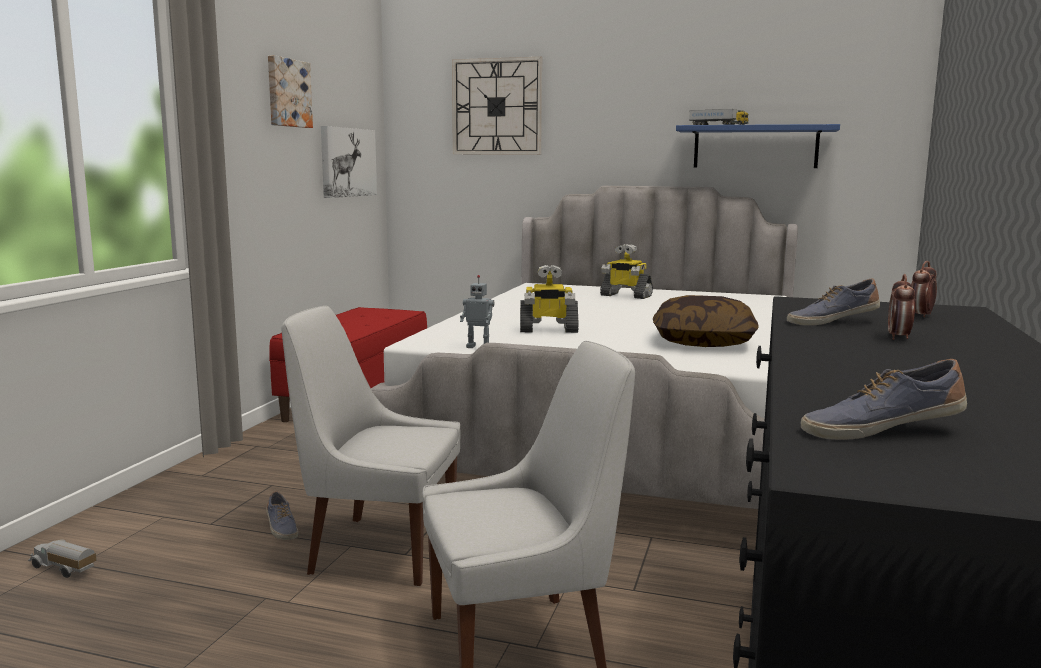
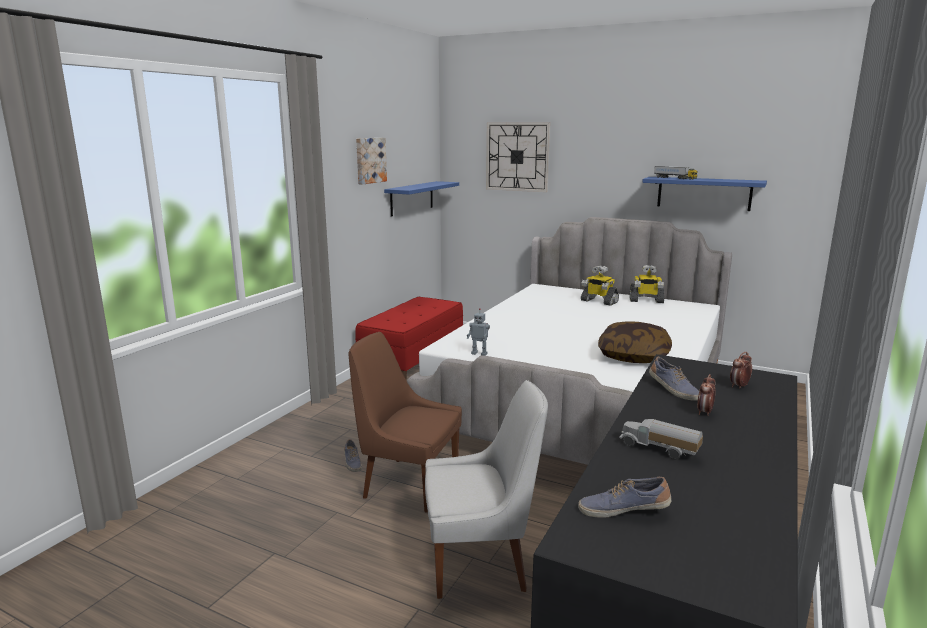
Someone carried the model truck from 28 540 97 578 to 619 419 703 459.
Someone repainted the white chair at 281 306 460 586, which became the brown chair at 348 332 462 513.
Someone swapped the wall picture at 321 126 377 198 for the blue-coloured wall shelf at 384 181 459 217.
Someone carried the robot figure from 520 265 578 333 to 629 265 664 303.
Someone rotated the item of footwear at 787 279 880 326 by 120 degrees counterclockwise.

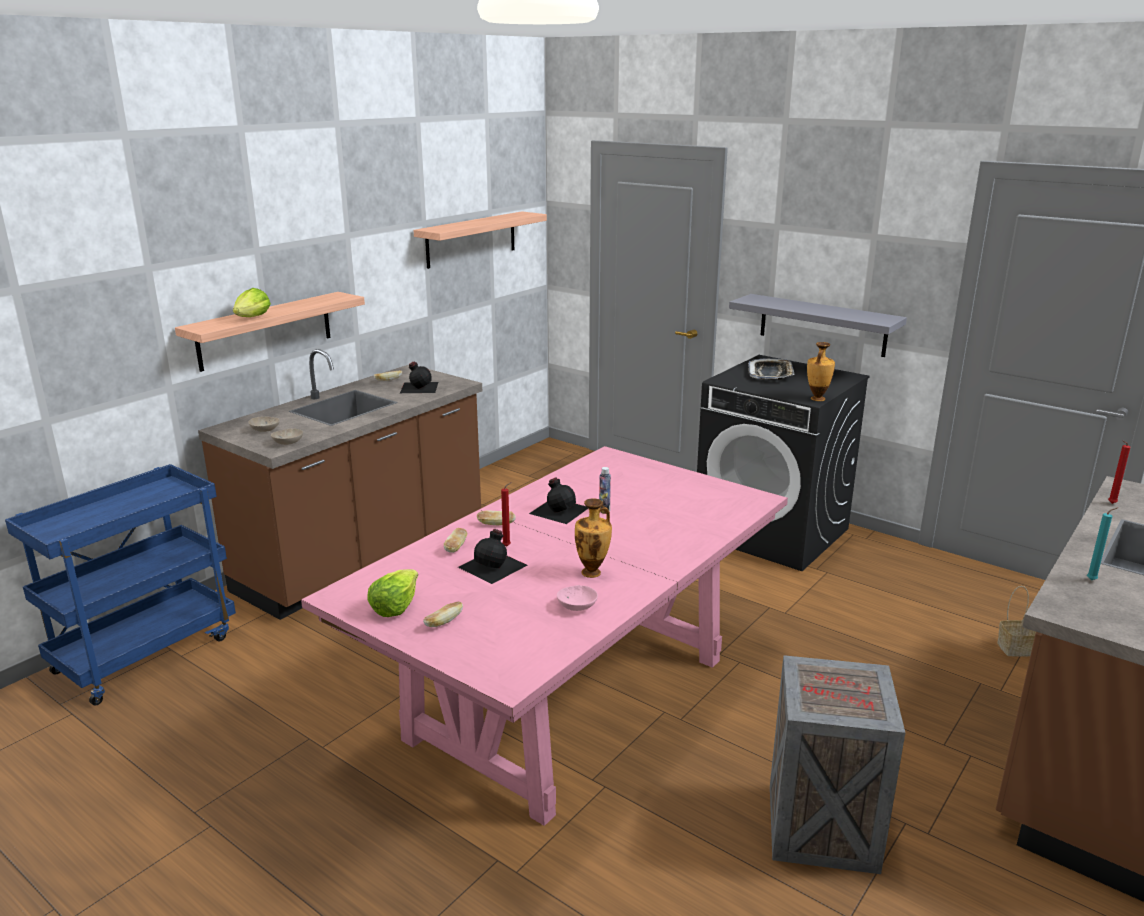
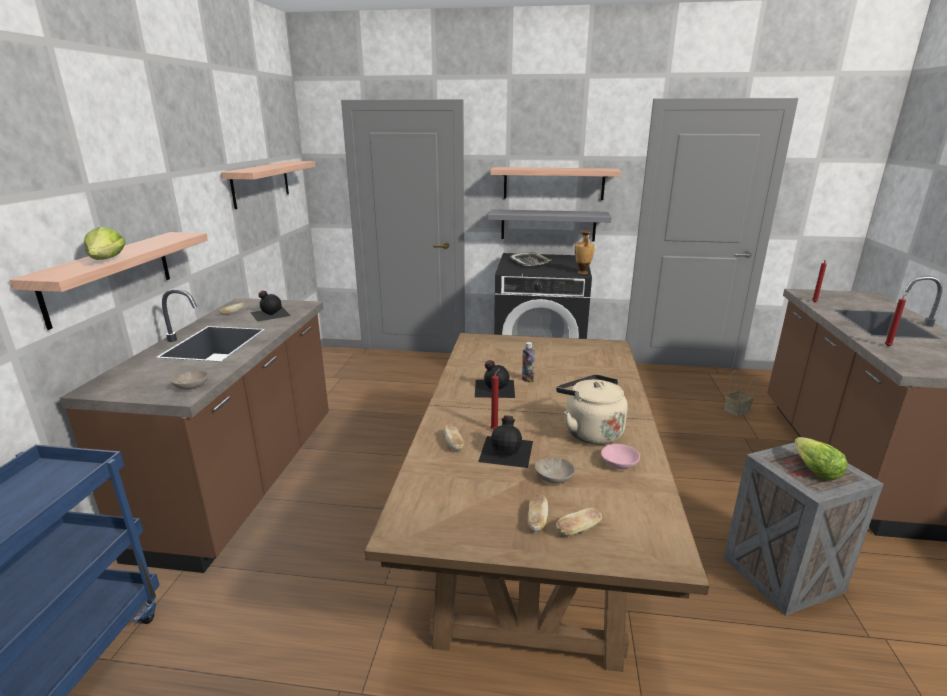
Someone carried the beige-coloured deep dish from 248 416 280 432 to 535 457 575 484.
Someone repainted the pink kitchen table at 301 446 788 826, which became the brown kitchen table at 365 333 709 672.
Someone carried the head of lettuce from 367 569 418 617 to 794 437 847 480.
Someone carried the bakery bread from 477 511 516 525 to 556 508 602 536.
Someone swapped the vase at 575 498 612 578 for the beige-coloured kettle at 556 374 628 445.
Someone repainted the turquoise wax light at 1087 507 1118 580, which became the red wax light at 885 293 908 346.
Someone put up the wall shelf at 490 167 621 200.

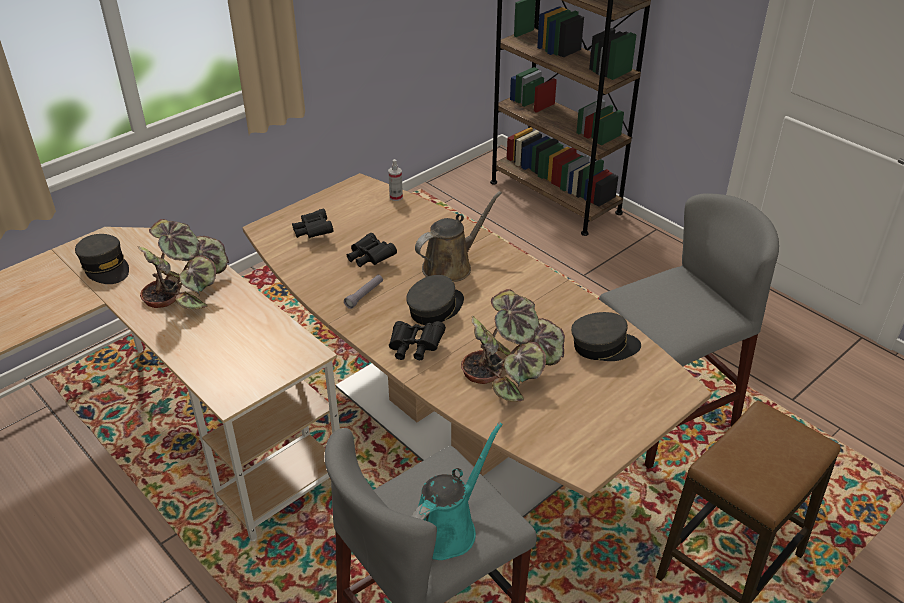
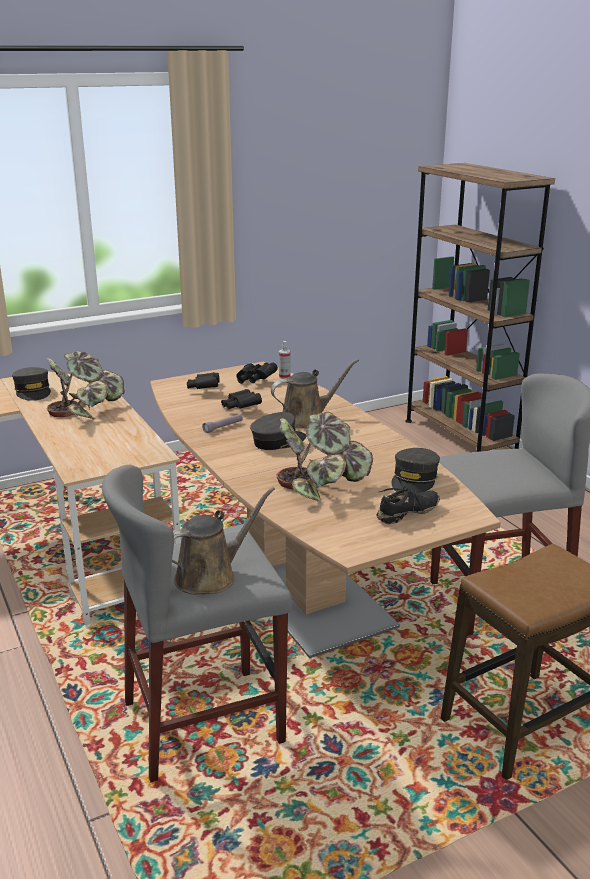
Someone carried the black binoculars from 389 321 446 360 to 236 363 278 384.
Someone repainted the turquoise watering can at 411 422 503 560, which became the brown watering can at 172 487 275 595.
Someone rotated the greyish cap at 571 312 641 361 by 105 degrees clockwise.
Someone put down the black item of footwear at 376 478 440 524.

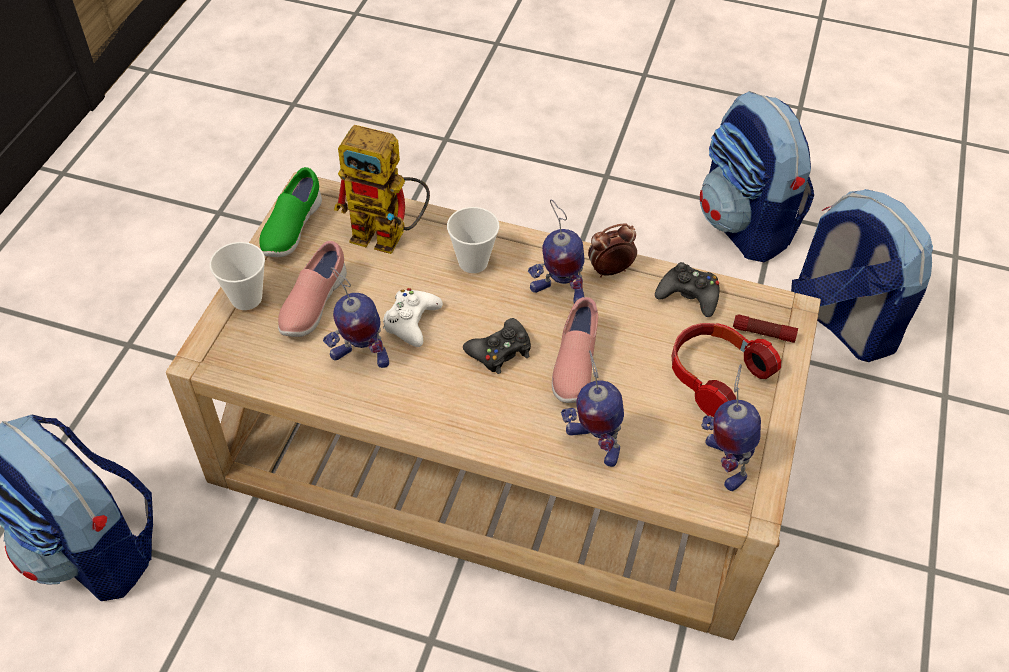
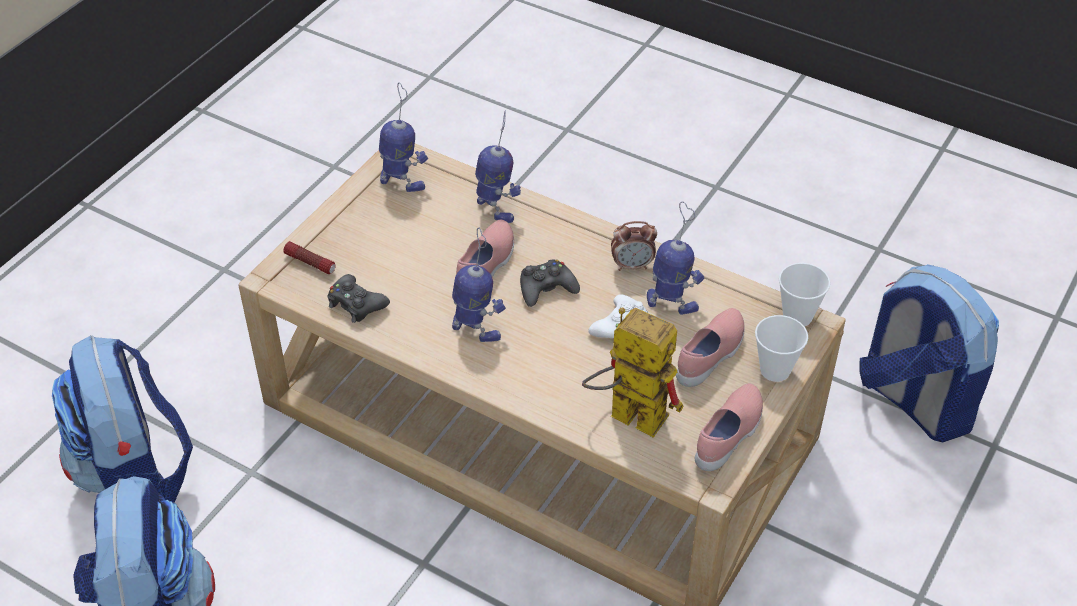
Someone repainted the green item of footwear at 259 167 322 257, which became the pink item of footwear at 695 384 763 471.
Someone carried the drinking cup from 447 207 499 273 to 779 263 830 327.
Someone carried the bedside clock from 588 224 637 278 to 611 221 657 271.
Someone took away the headphones at 672 323 781 417.
Someone rotated the robot figure at 701 364 761 491 by 60 degrees counterclockwise.

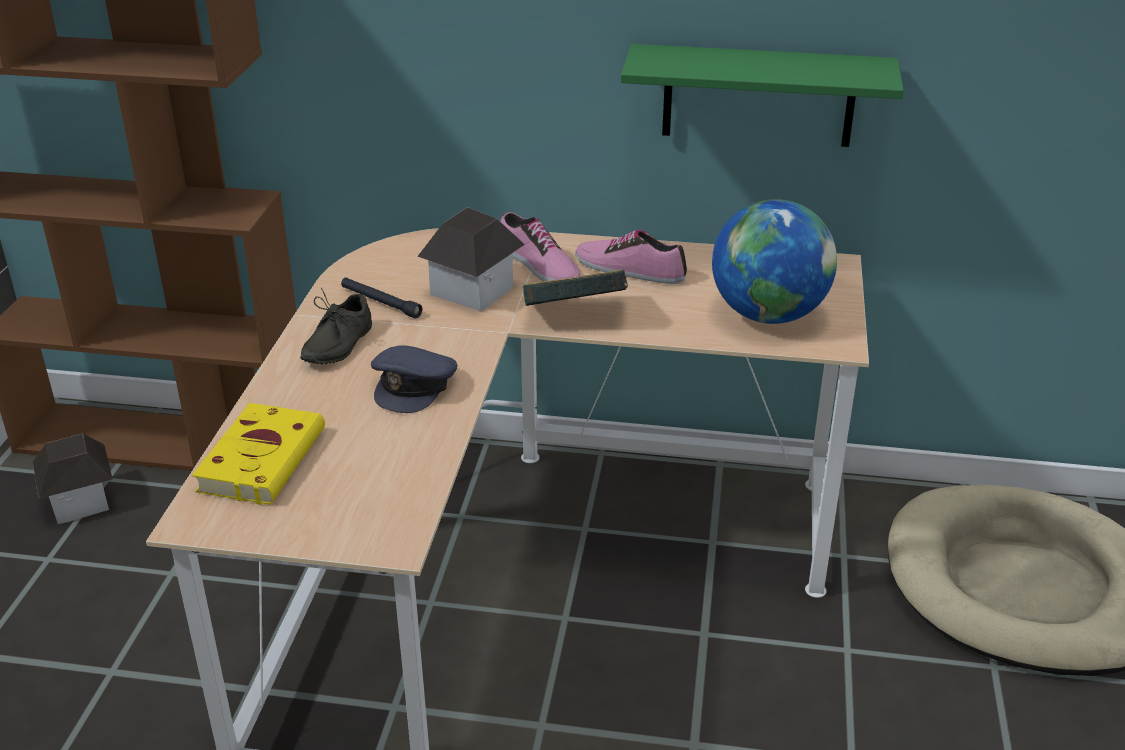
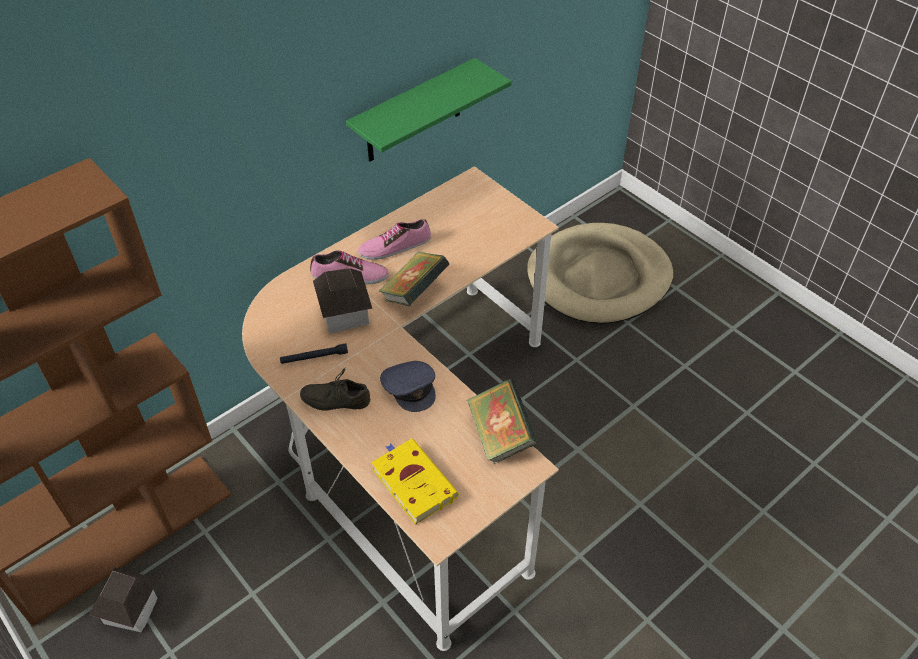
Someone rotated the greyish item of footwear at 300 287 372 364 by 120 degrees clockwise.
Someone took away the globe at 712 199 837 324.
Someone put down the book at 467 379 538 464.

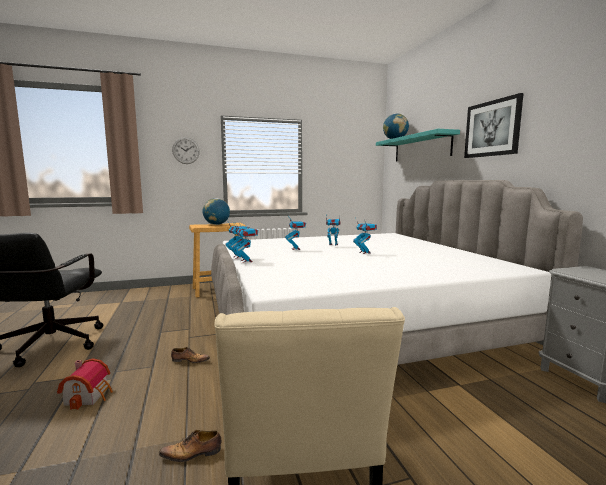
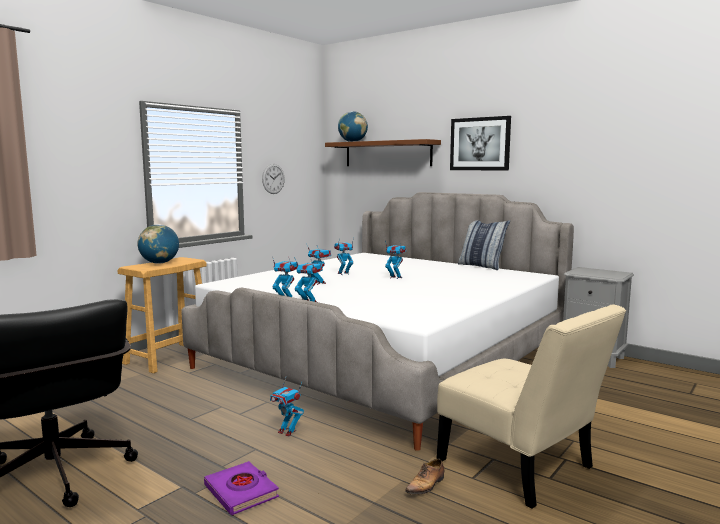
Someone swapped the toy house at 57 358 113 410 for the purple-coloured book at 204 461 279 515.
Someone swapped the item of footwear at 171 347 210 363 for the robot figure at 270 378 304 437.
Someone carried the wall clock from 172 137 200 164 to 262 164 285 194.
Someone repainted the turquoise wall shelf at 376 129 460 162, which became the brown wall shelf at 325 139 441 166.
Someone put down the cushion at 458 220 510 270.

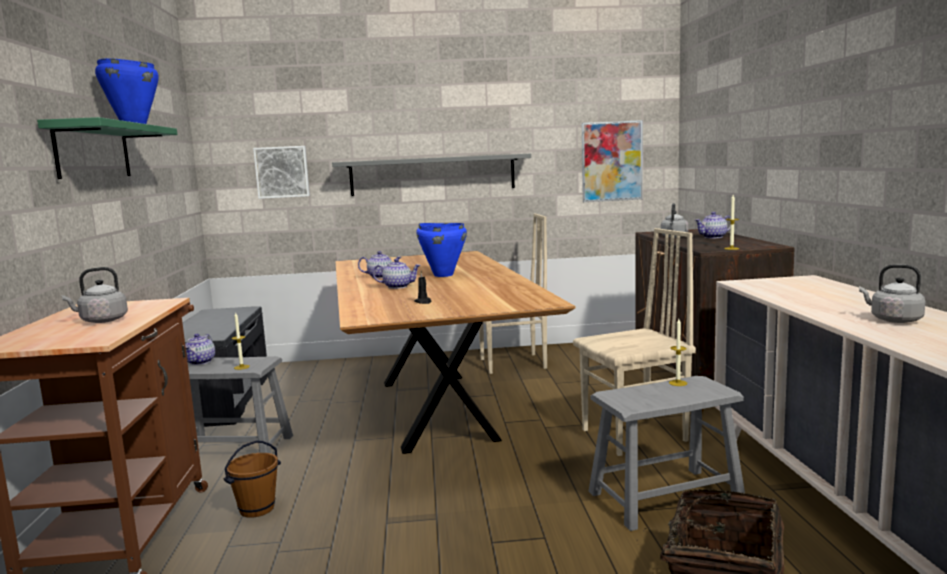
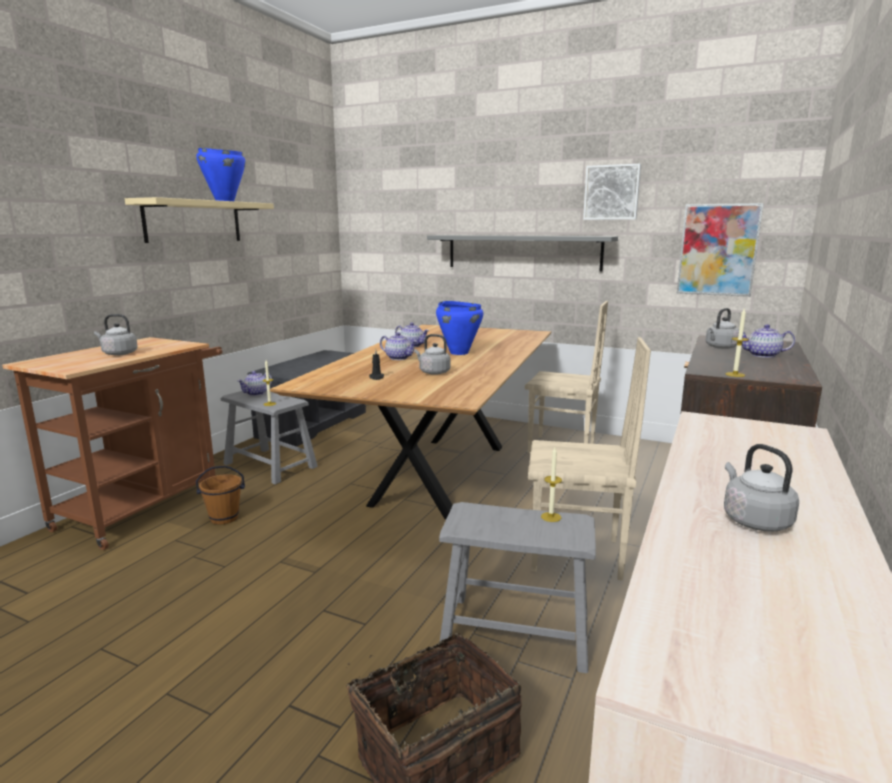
Someone repainted the green wall shelf at 37 117 177 179, which became the beige-coloured wall shelf at 125 197 274 243.
Someone carried the wall picture from 253 146 310 199 to 583 164 641 220.
Someone put down the greyish kettle at 414 334 450 375.

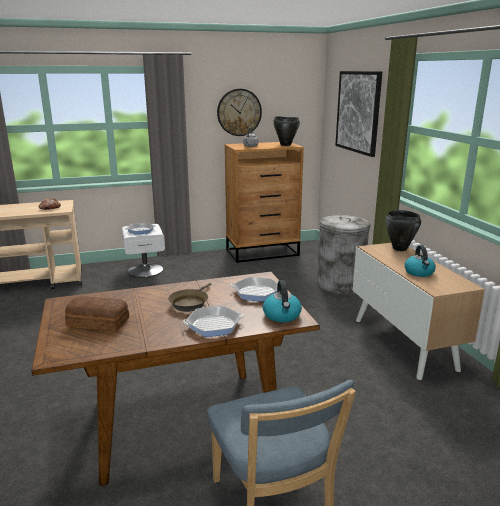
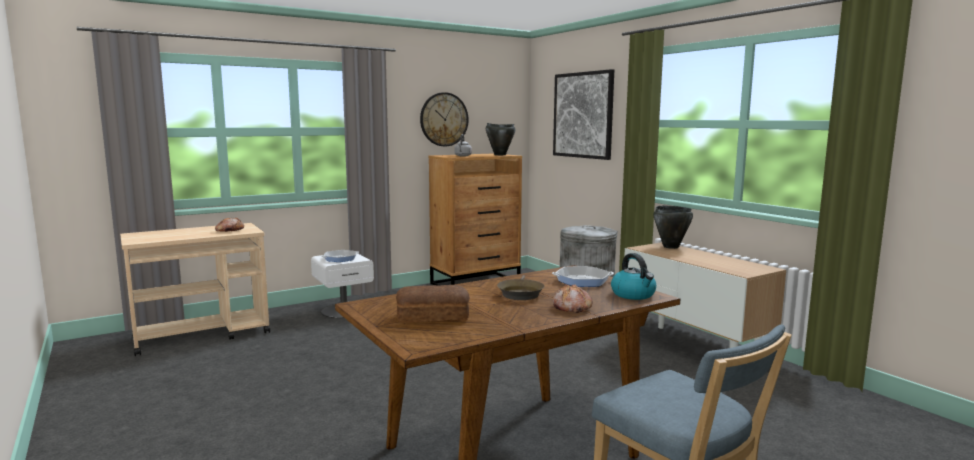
Someone swapped the skillet at 183 306 244 337 for the bakery bread at 553 284 593 313.
Someone took away the kettle at 404 245 436 277.

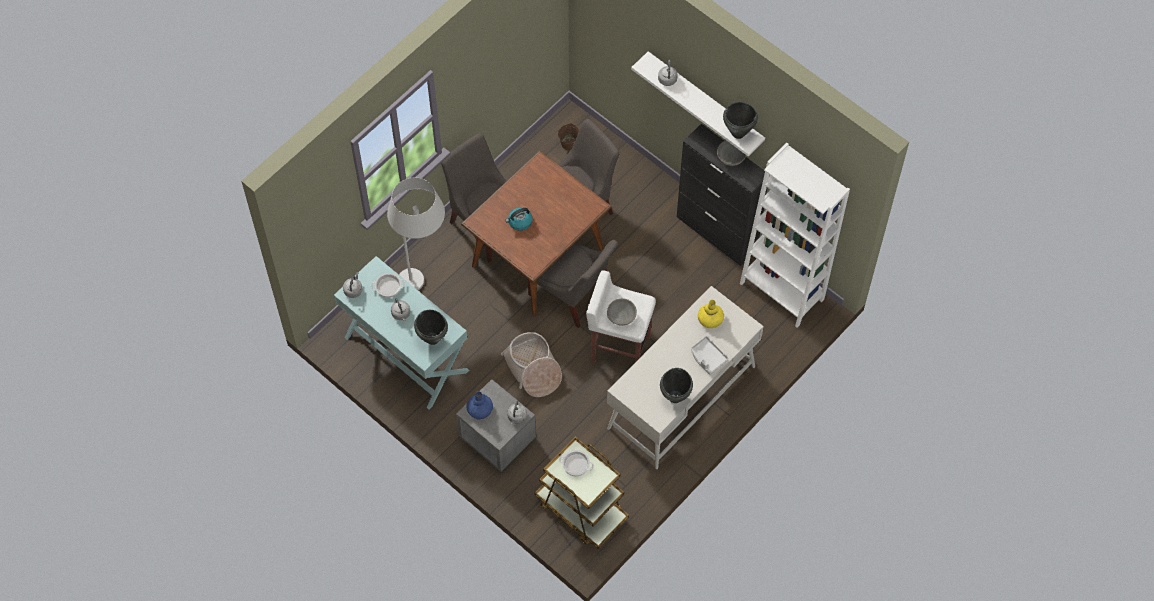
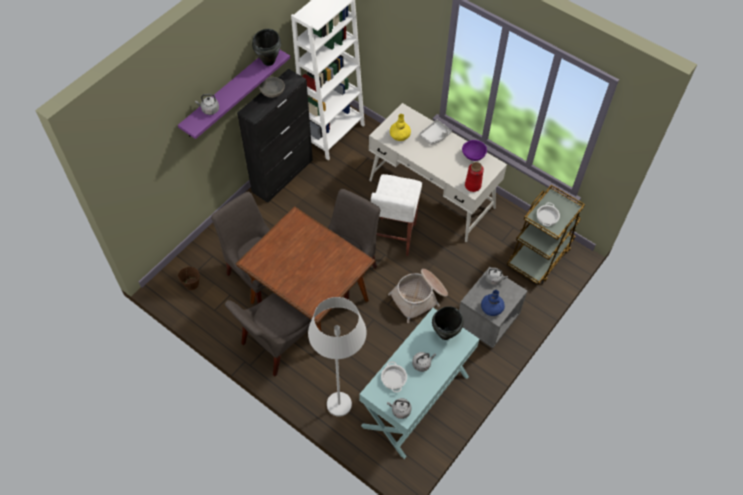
Someone took away the kettle at 505 208 533 231.
Someone took away the greyish deep dish at 607 298 637 326.
Someone repainted the white wall shelf at 631 51 765 156, which became the purple-coloured wall shelf at 178 50 290 139.
Someone swapped the black stockpot at 660 368 693 403 for the purple-coloured deep dish at 462 140 487 161.
Someone put down the red vase at 465 162 484 192.

